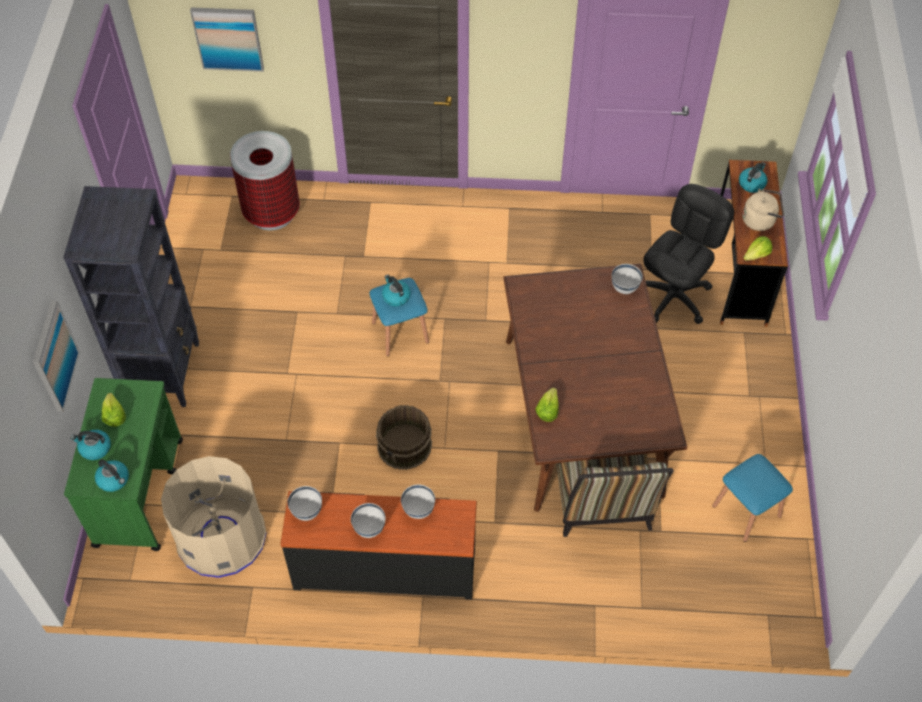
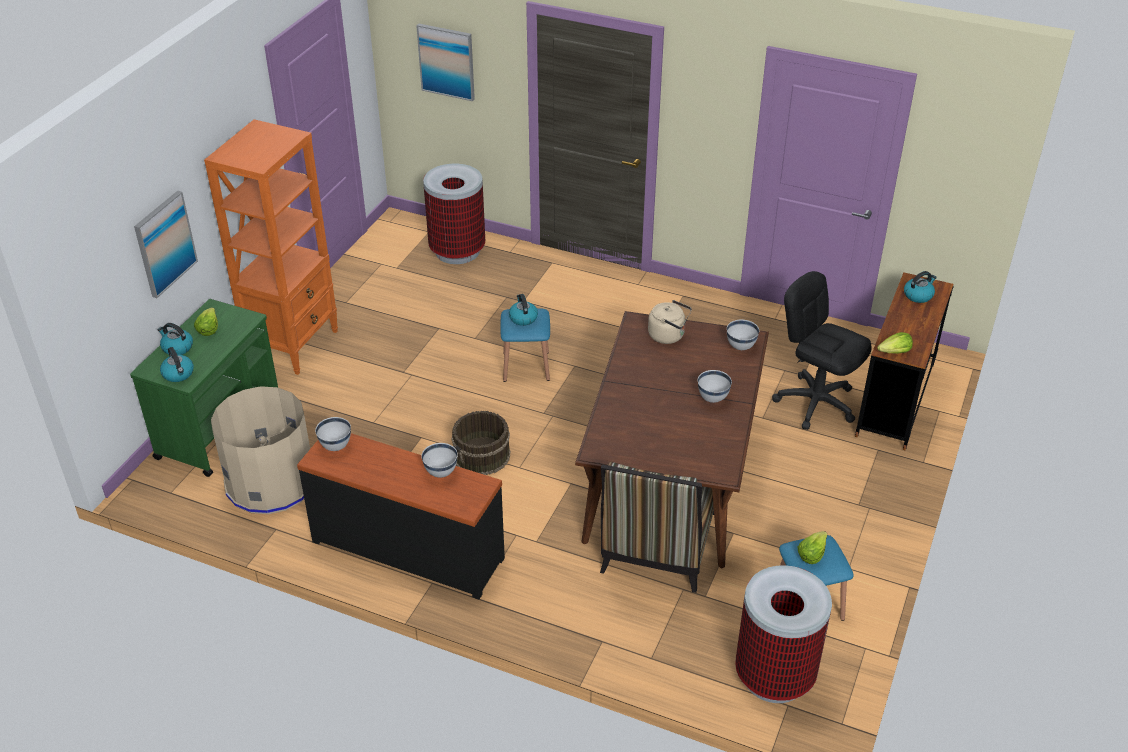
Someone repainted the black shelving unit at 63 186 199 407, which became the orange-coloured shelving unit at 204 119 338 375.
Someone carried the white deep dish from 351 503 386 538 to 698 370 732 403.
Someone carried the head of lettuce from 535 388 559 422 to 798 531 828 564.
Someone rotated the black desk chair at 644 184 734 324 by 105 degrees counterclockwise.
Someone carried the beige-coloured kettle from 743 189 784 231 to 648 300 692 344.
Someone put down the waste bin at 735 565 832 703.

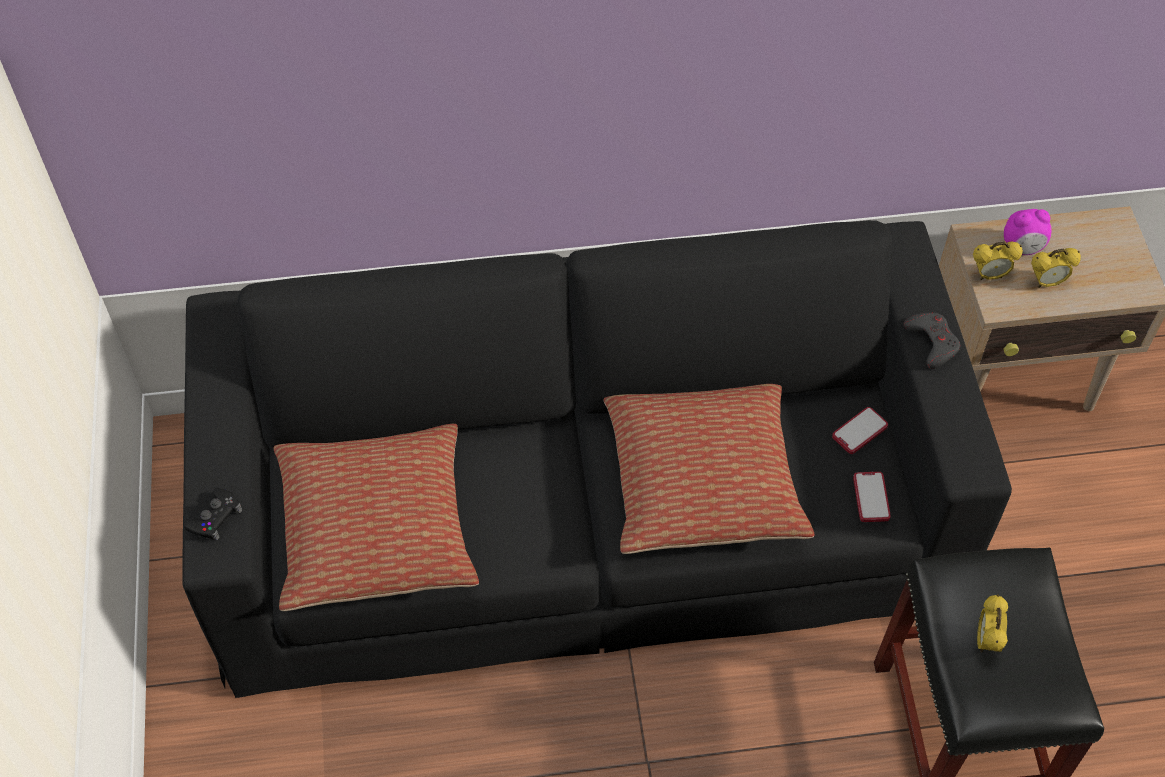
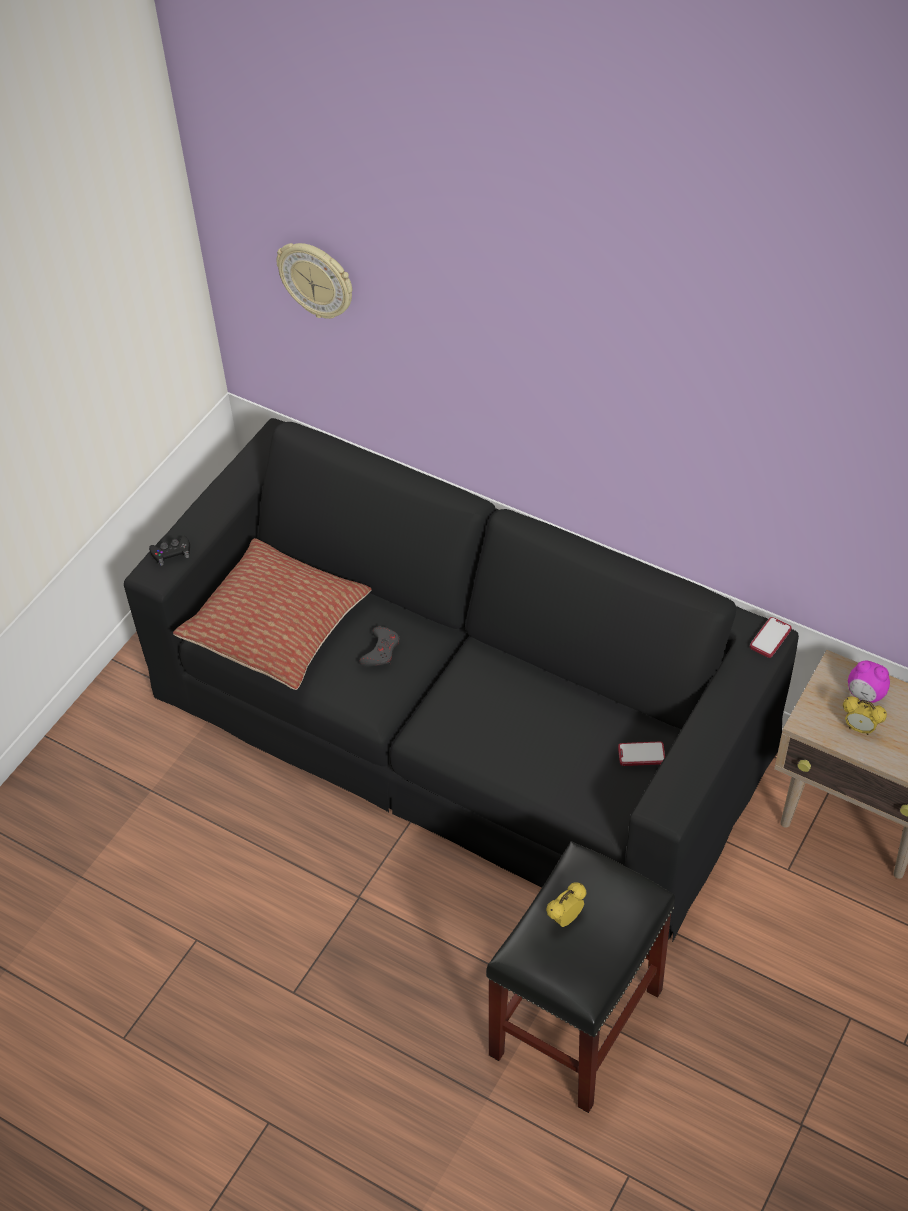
Someone took away the cushion at 603 384 815 554.
Someone carried the phone from 853 472 891 522 to 750 617 792 658.
Someone carried the greyish game controller from 904 313 960 369 to 359 626 399 667.
Someone took away the bedside clock at 973 242 1023 280.
Someone put up the wall clock at 277 243 353 319.

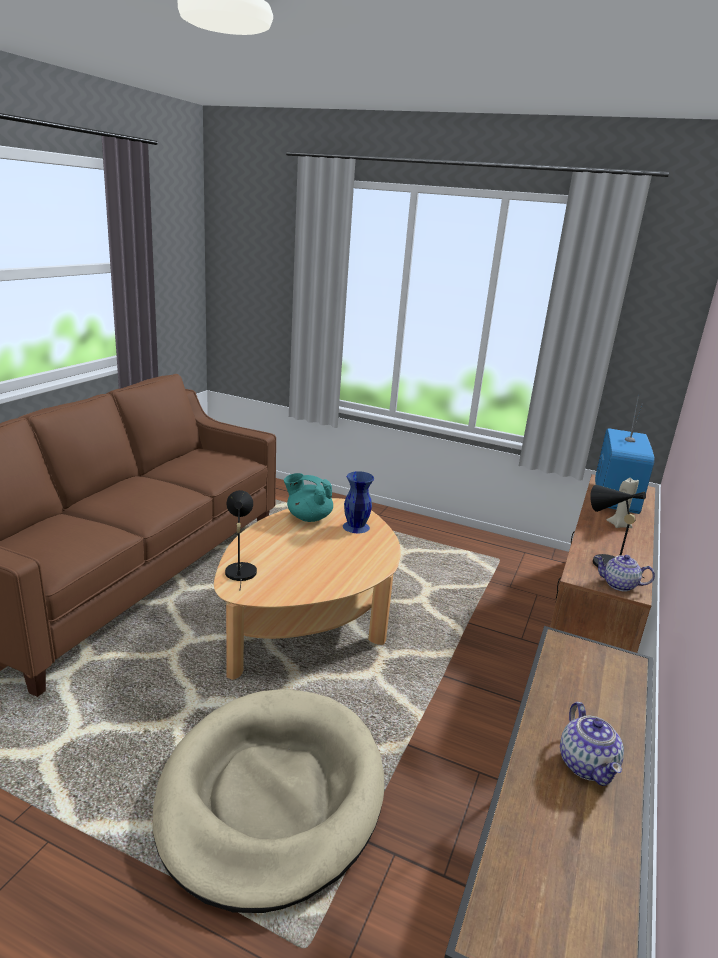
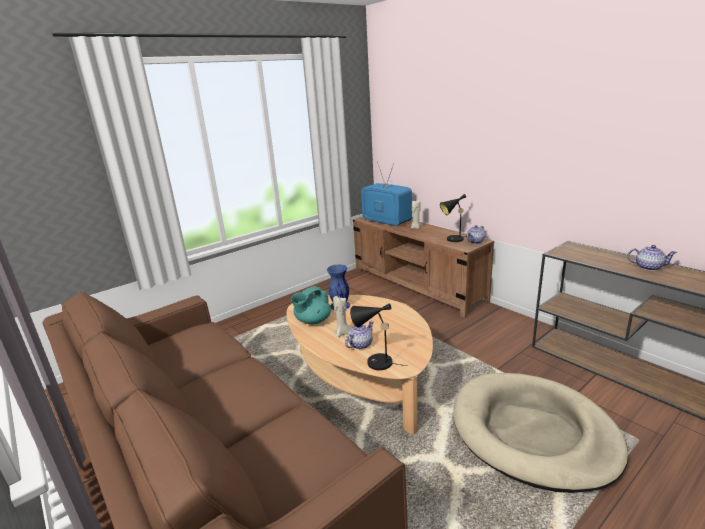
Someone put down the beige-coloured wax light at 333 296 351 337.
Someone put down the pot for tea at 345 321 374 349.

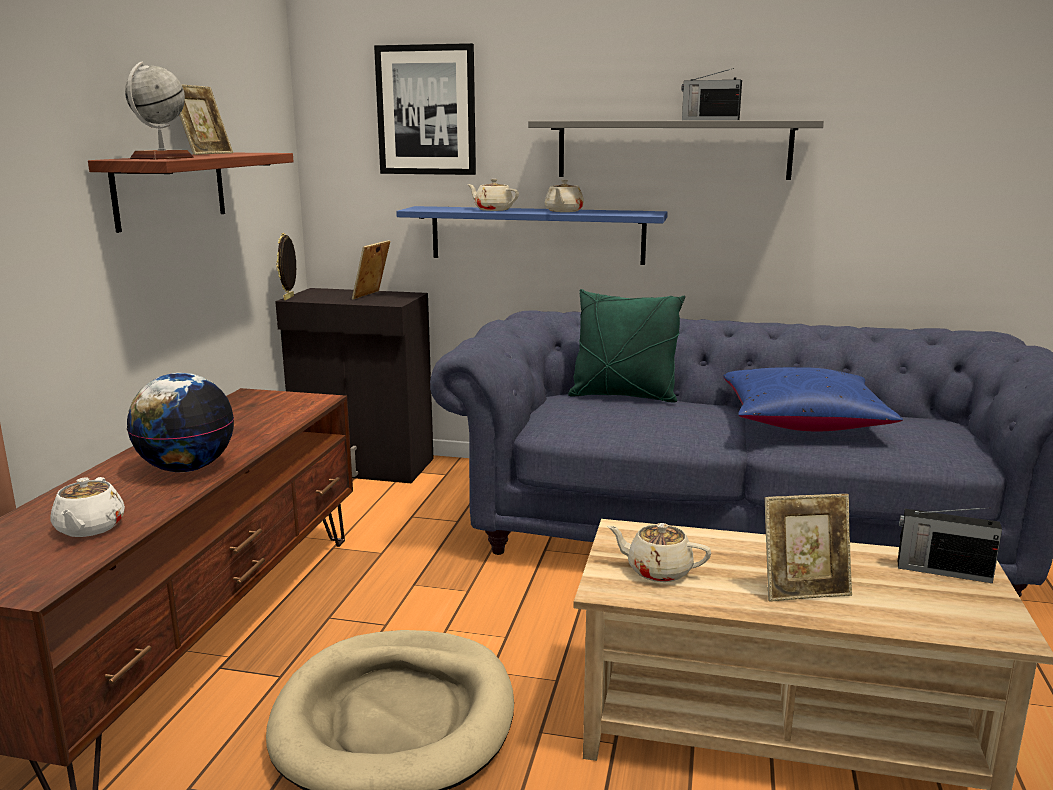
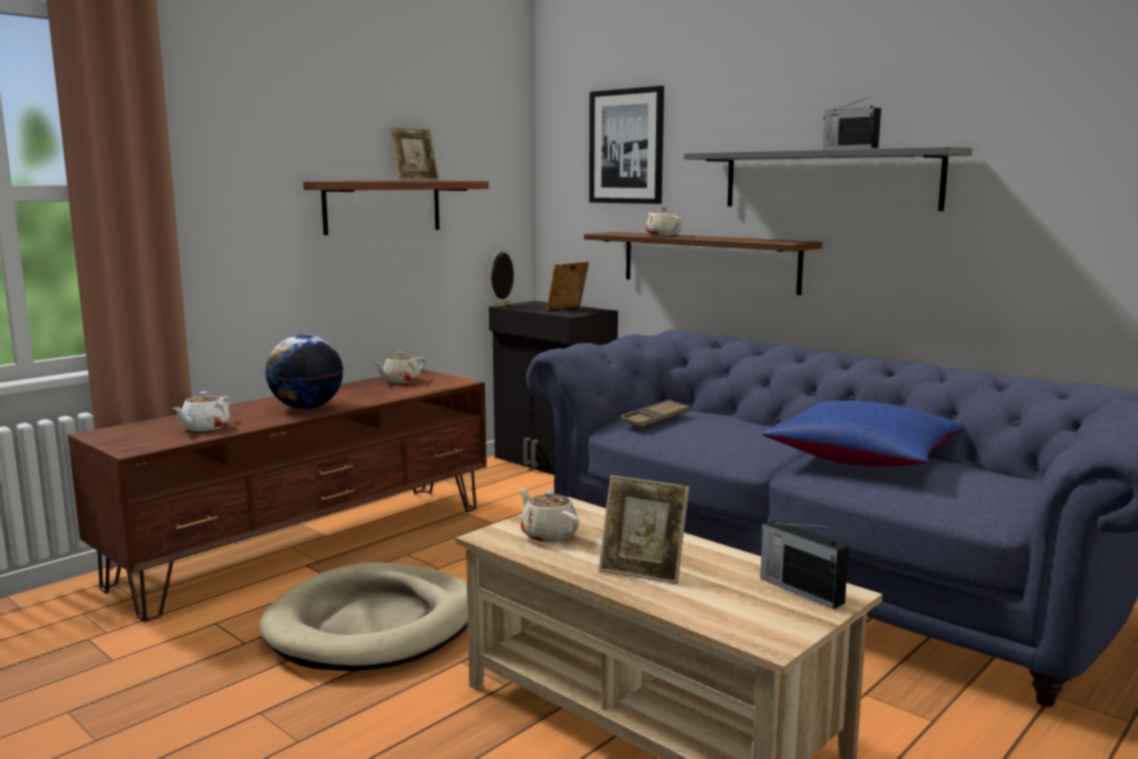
Someone took away the globe at 125 61 194 159.
Someone repainted the blue-coloured wall shelf at 396 206 668 265, which became the brown wall shelf at 584 232 823 295.
Someone carried the beige-coloured pot for tea from 545 179 584 212 to 373 352 425 383.
Someone took away the green cushion at 568 289 685 403.
Someone put down the brown carrying tray at 620 400 690 427.

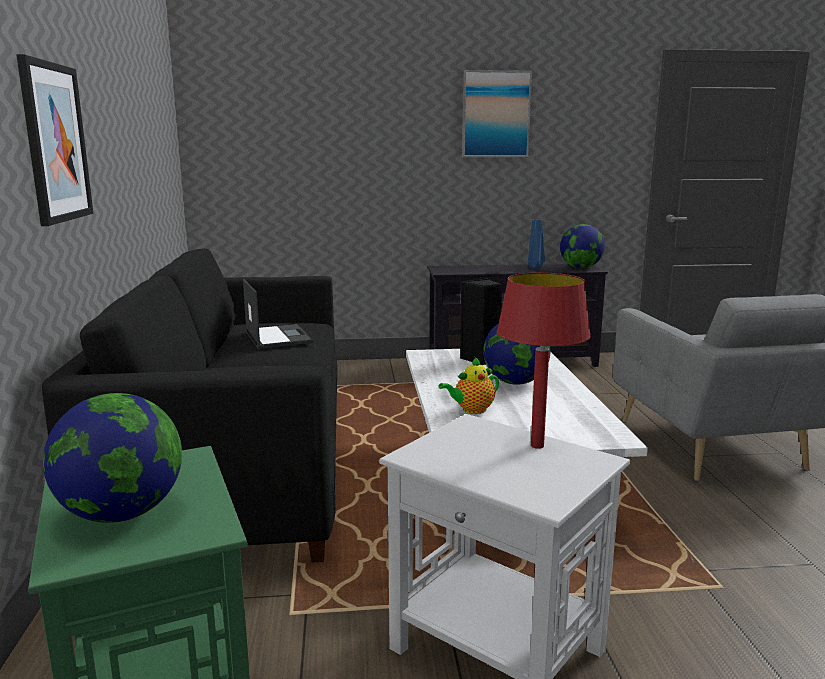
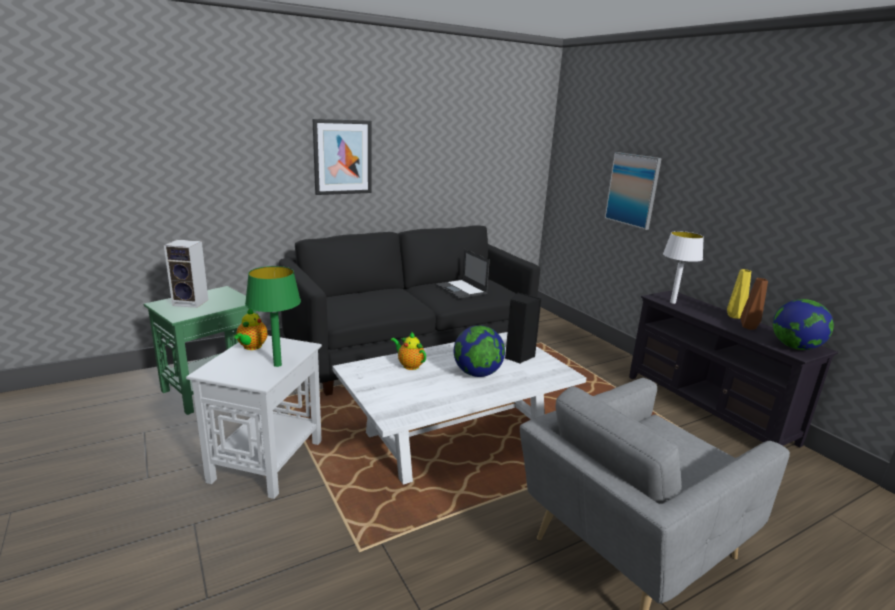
Someone swapped the globe at 43 393 182 523 for the audio speaker at 164 240 208 308.
Someone rotated the portable computer at 243 279 313 349 by 105 degrees clockwise.
Someone carried the wall picture from 462 70 532 157 to 604 152 662 230.
Someone repainted the red tabletop lamp at 496 273 591 449, which became the green tabletop lamp at 245 266 301 367.
Someone repainted the blue-coloured vase at 528 220 545 269, which became the brown vase at 740 278 768 330.
Someone put down the pot for tea at 234 309 267 350.
Someone put down the white tabletop lamp at 663 231 704 304.
Someone put down the yellow vase at 727 269 751 319.

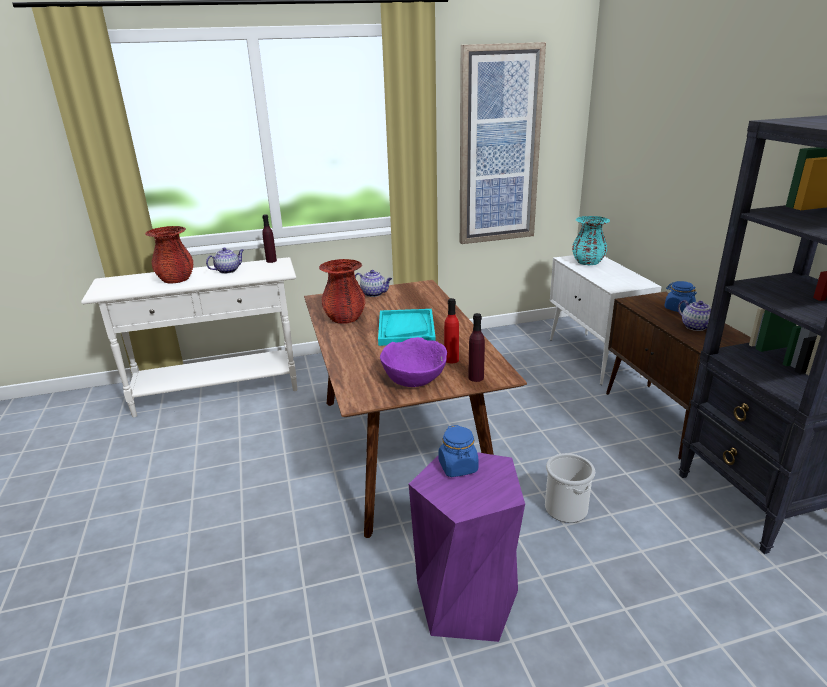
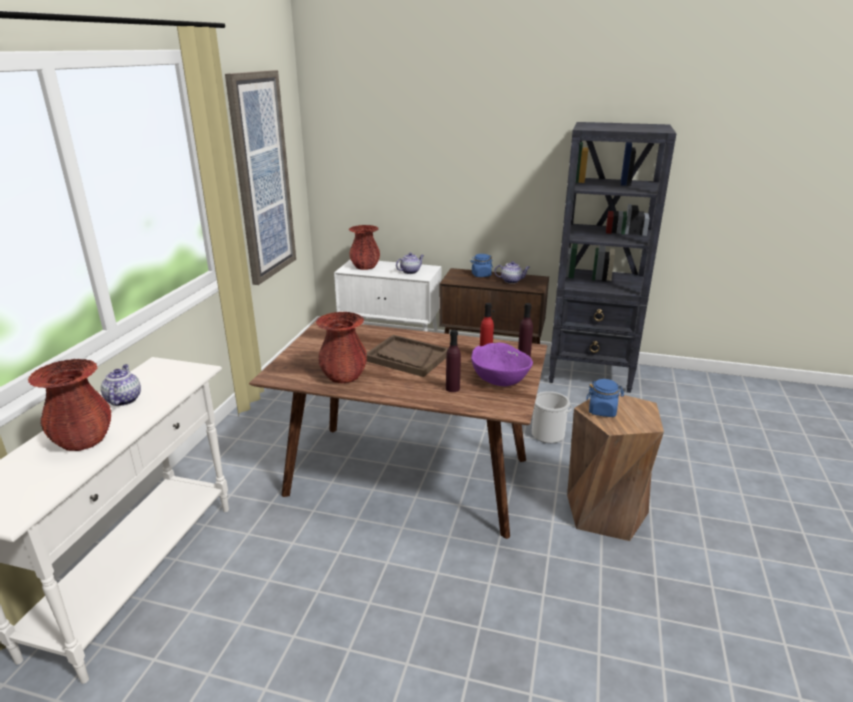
Someone carried the purple-coloured bottle from 262 214 277 263 to 446 330 461 392.
Someone carried the pot for tea from 355 270 392 297 to 396 253 424 274.
Someone repainted the turquoise carrying tray at 378 309 436 346, which became the brown carrying tray at 366 335 448 377.
Someone repainted the purple-coloured sitting stool at 409 452 525 642, which became the brown sitting stool at 567 394 664 541.
Someone repainted the turquoise vase at 572 216 610 265, which became the red vase at 349 225 380 270.

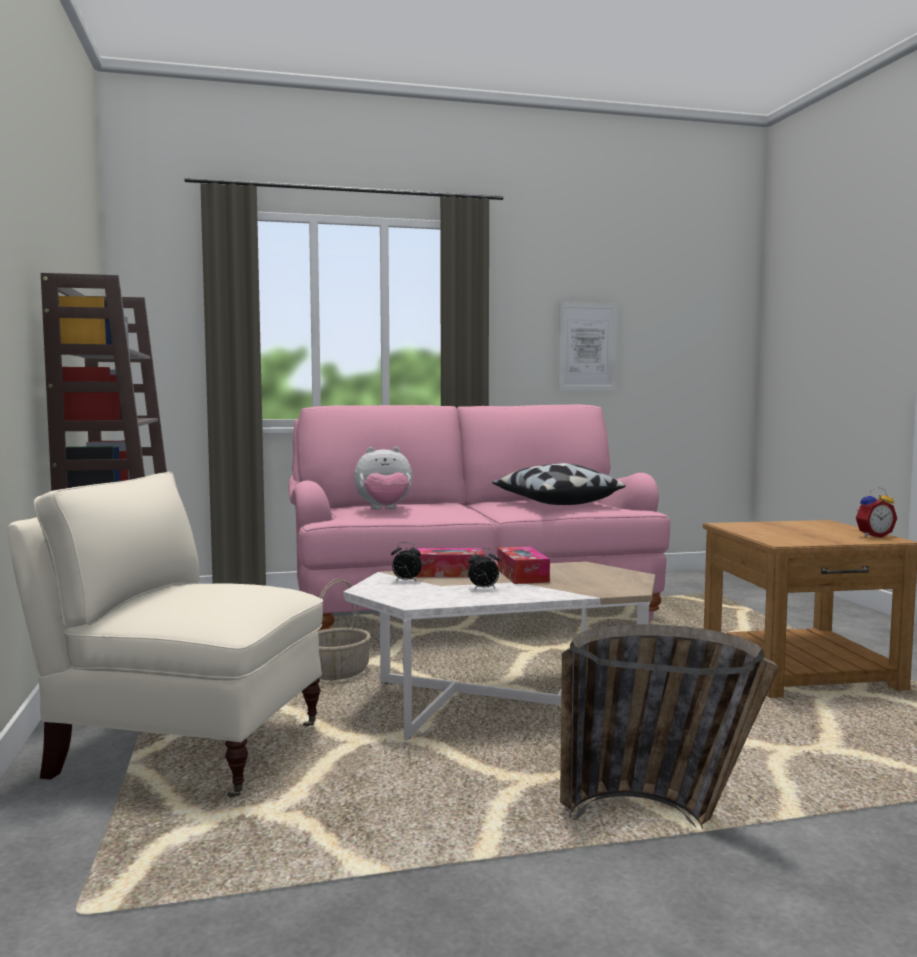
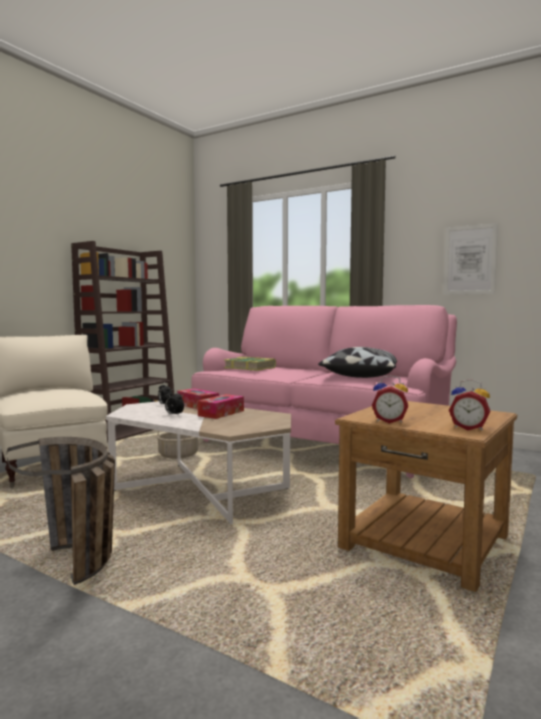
Someone swapped the soft toy at 354 447 412 509 for the book at 224 357 276 371.
Someone put down the bedside clock at 372 375 408 424.

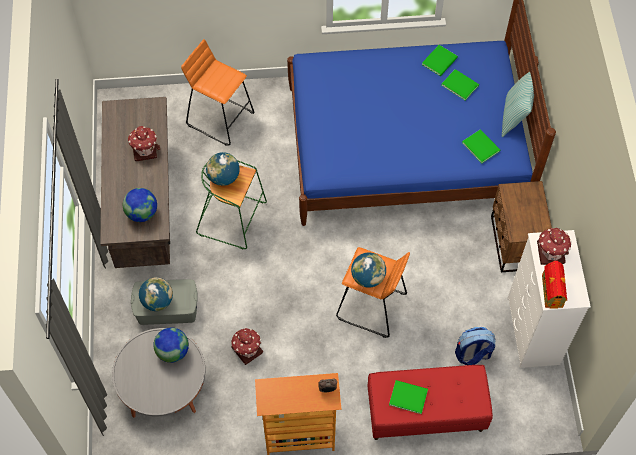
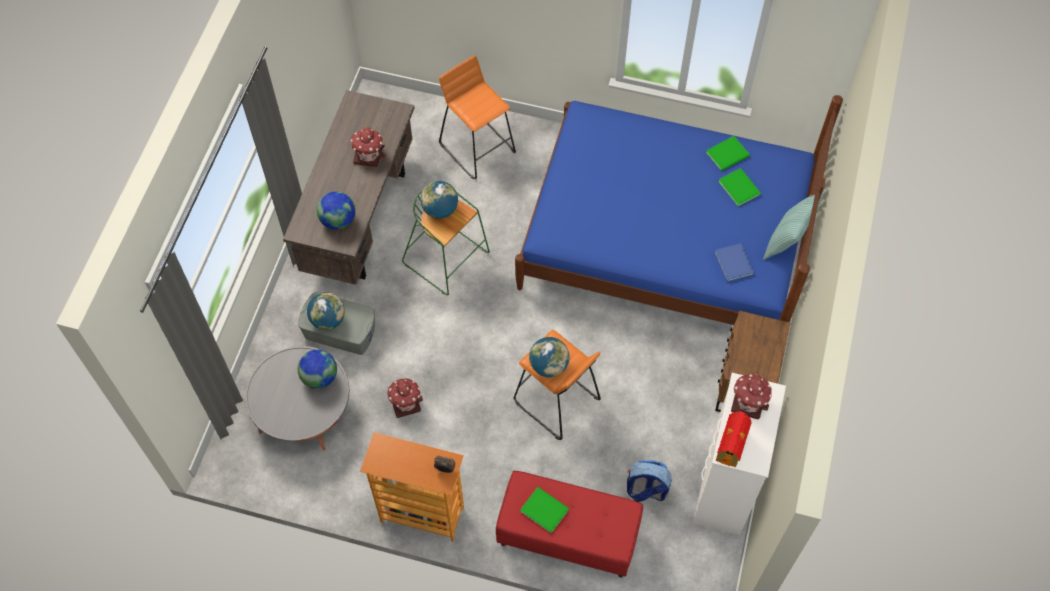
Someone repainted the green book at 462 129 500 163, which became the blue-coloured book at 715 243 755 282.

